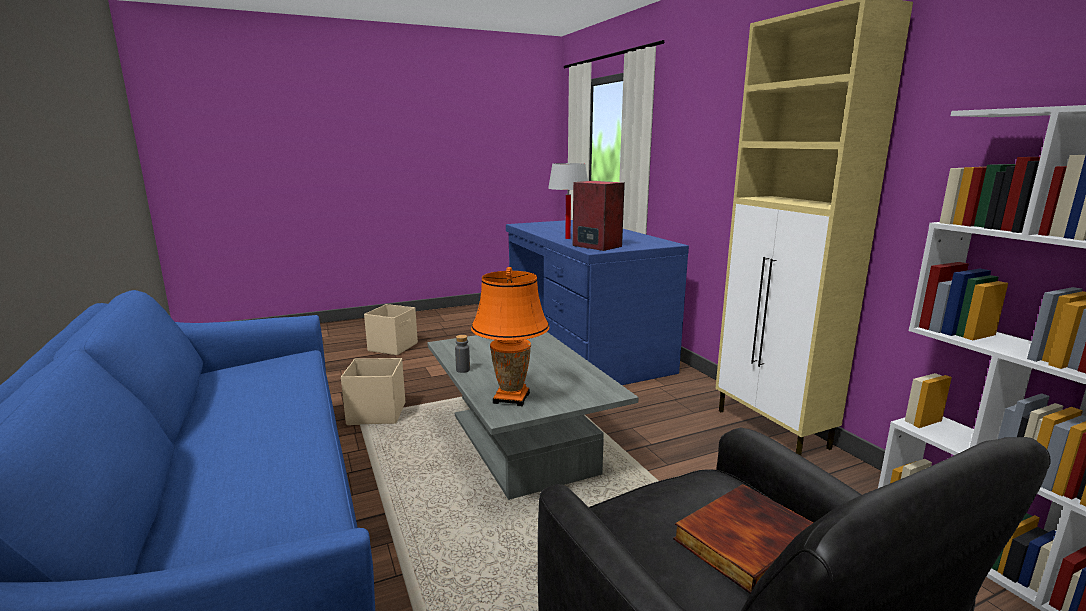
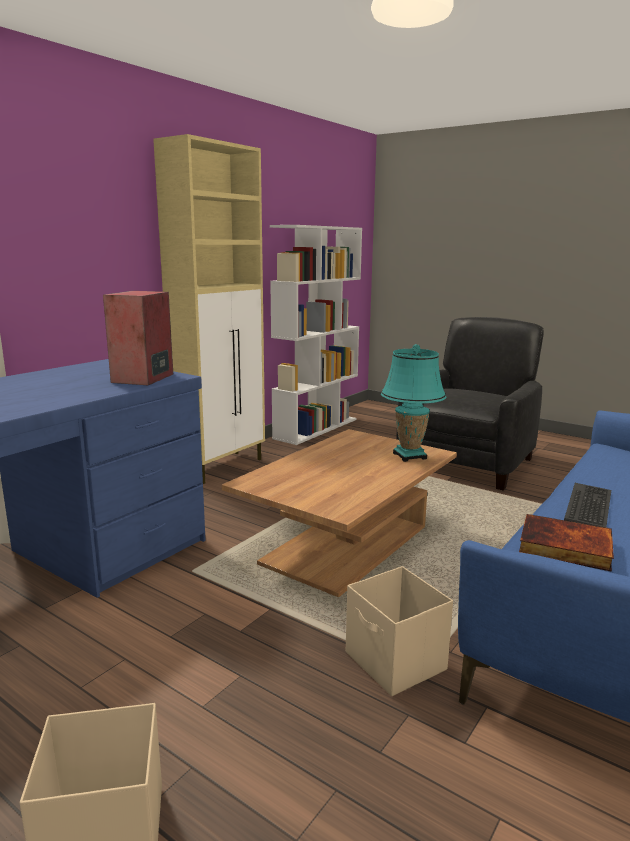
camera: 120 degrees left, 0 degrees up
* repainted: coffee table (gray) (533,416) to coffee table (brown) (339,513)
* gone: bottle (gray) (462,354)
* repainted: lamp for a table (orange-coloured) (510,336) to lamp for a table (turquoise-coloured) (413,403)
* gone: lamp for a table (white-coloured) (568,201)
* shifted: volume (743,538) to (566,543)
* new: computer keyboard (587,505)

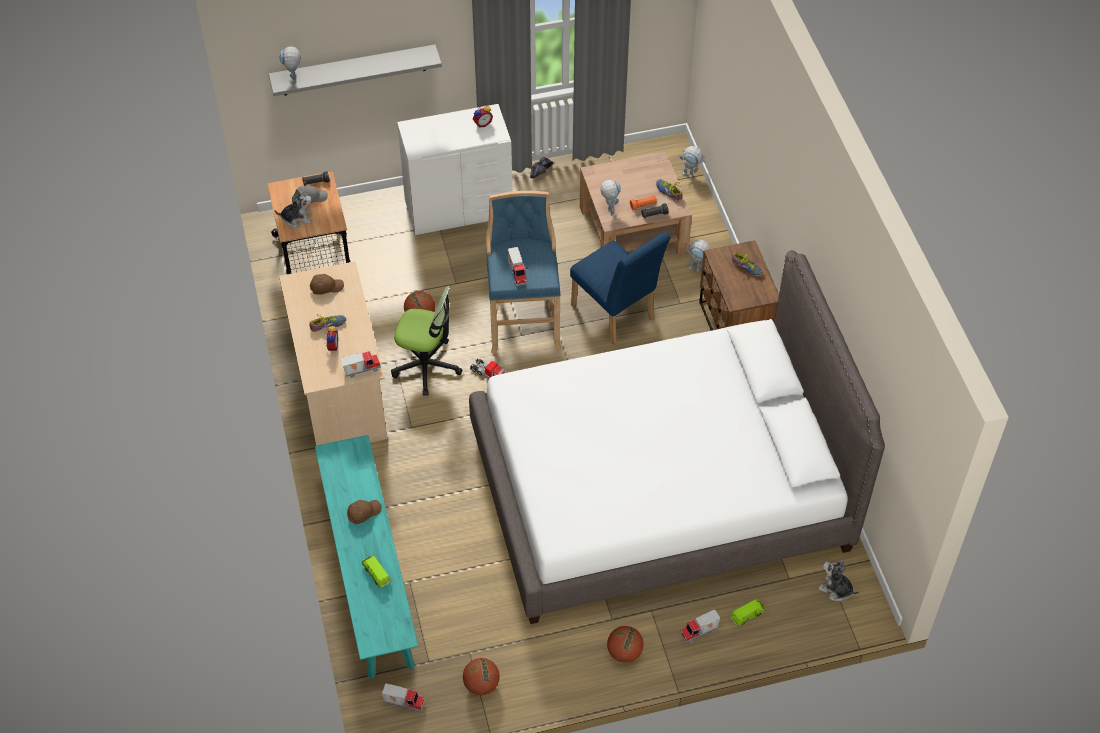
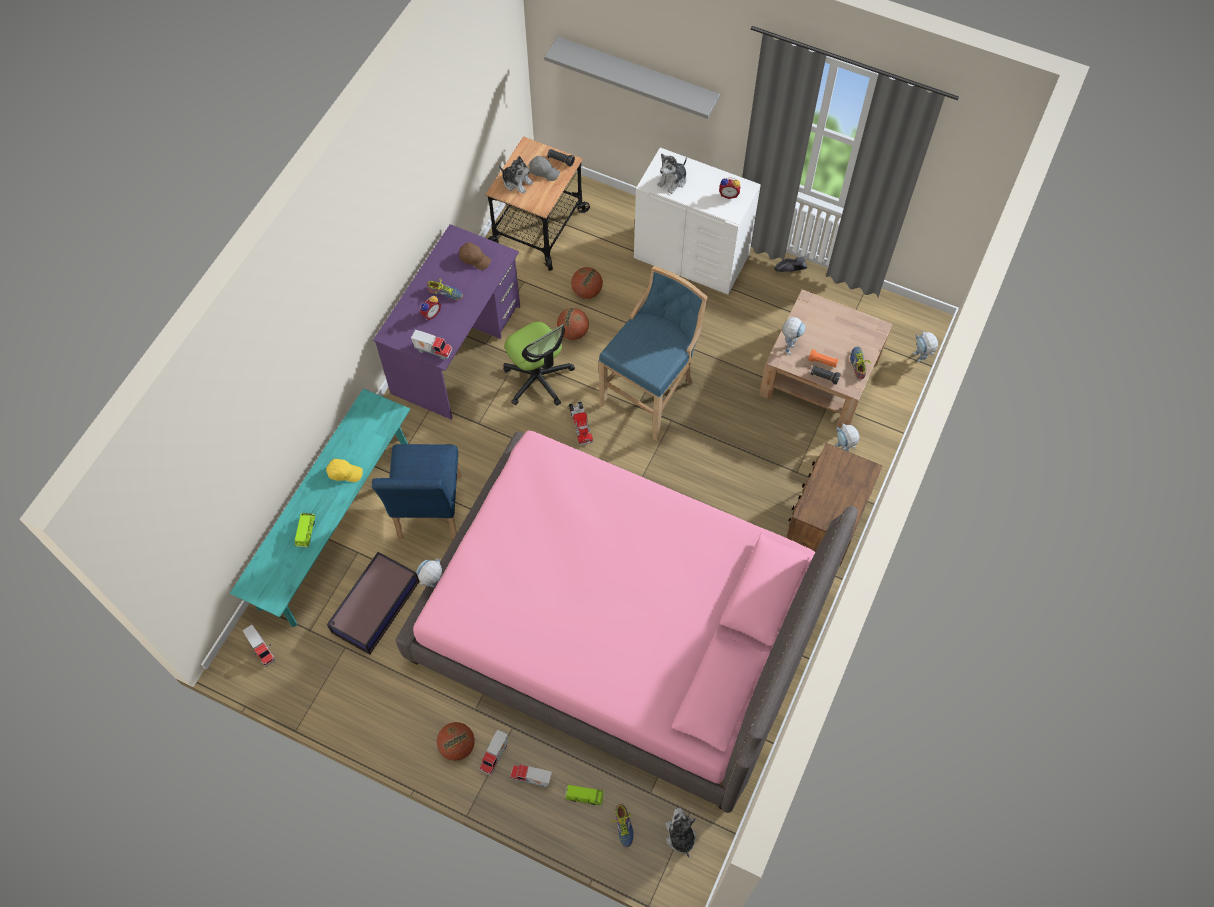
camera: 40 degrees right, 10 degrees up
* shifted: toy robot (290,64) to (429,573)
* repainted: desk unit (beige) (333,353) to desk unit (purple-coloured) (446,322)
* repainted: baseball cap (brown) (364,512) to baseball cap (yellowish) (344,470)
* shifted: ball for basketball (481,676) to (587,283)
* repainted: bedroom bed (white-coloured) (677,437) to bedroom bed (pink-coloured) (627,621)
* shifted: toy truck (518,266) to (494,752)
* shifted: chair (bluish) (620,288) to (417,491)
* shifted: item of footwear (747,264) to (622,826)
* new: storage box (373,603)
* new: plush toy (672,173)

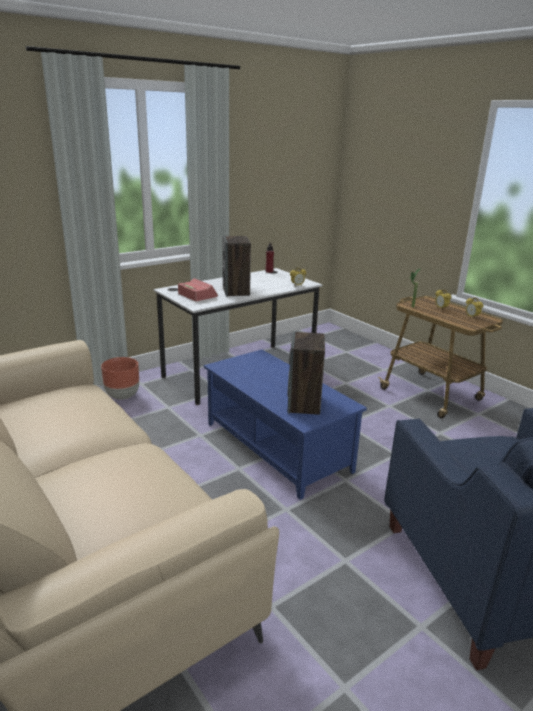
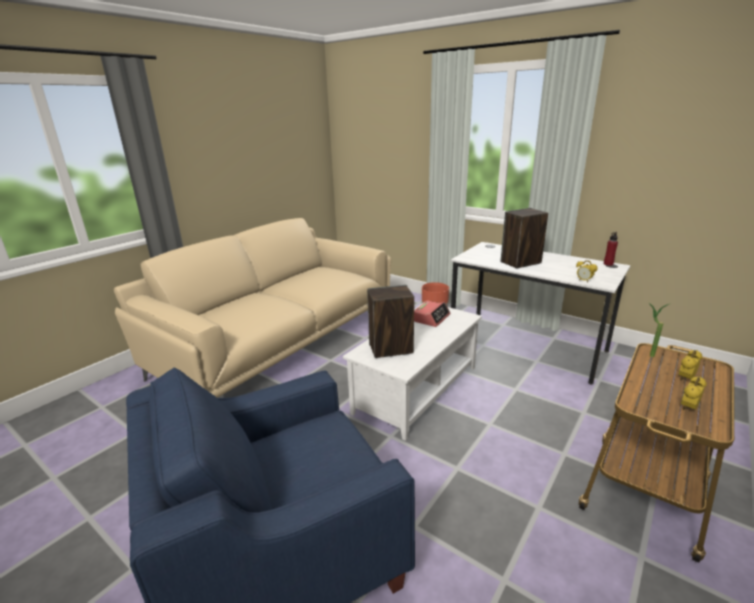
camera: 75 degrees right, 0 degrees up
* shifted: alarm clock (198,290) to (432,313)
* repainted: coffee table (bluish) (285,424) to coffee table (white-coloured) (412,371)

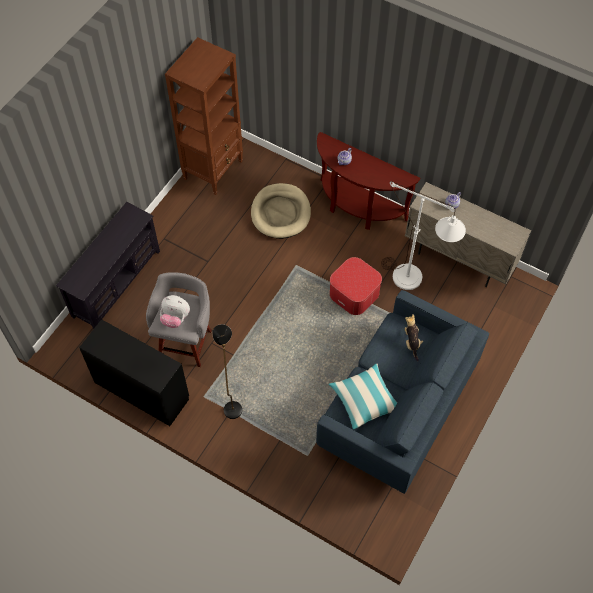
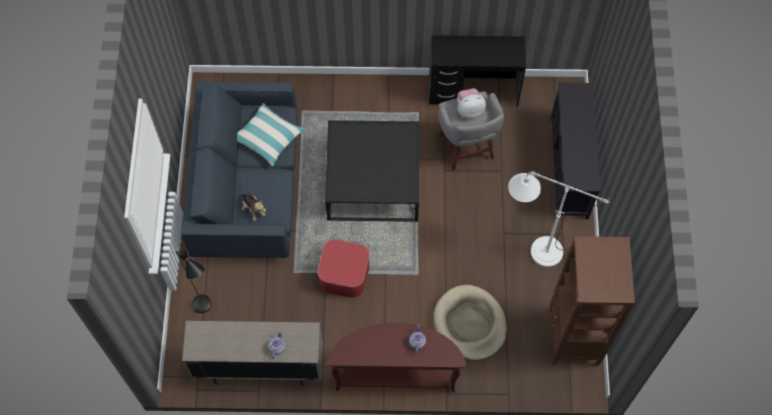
camera: 150 degrees right, 5 degrees up
* shifted: standing lamp (black) (227,371) to (194,281)
* shifted: standing lamp (white-coloured) (423,235) to (559,219)
* new: coffee table (black) (372,171)

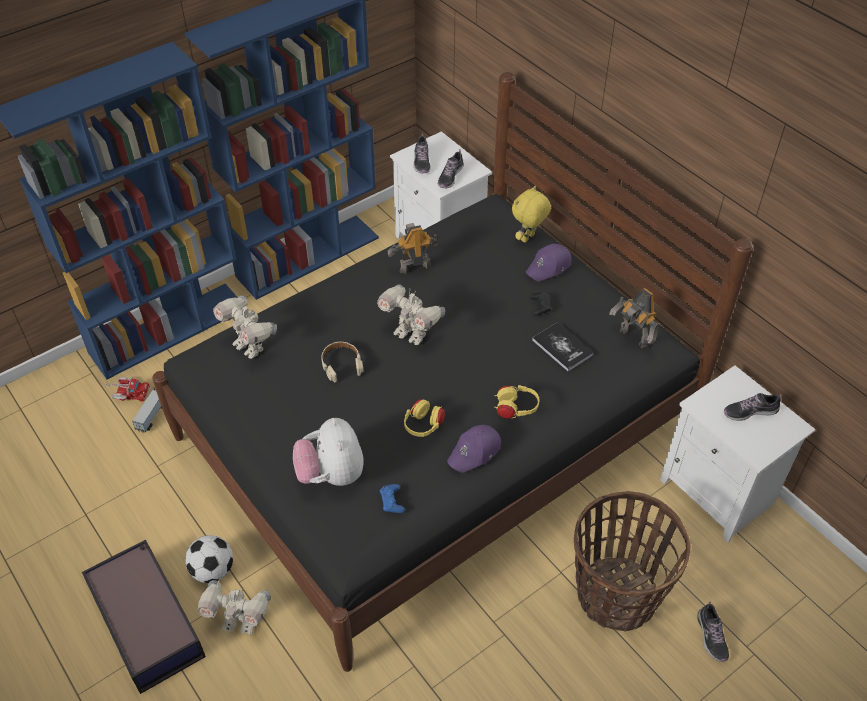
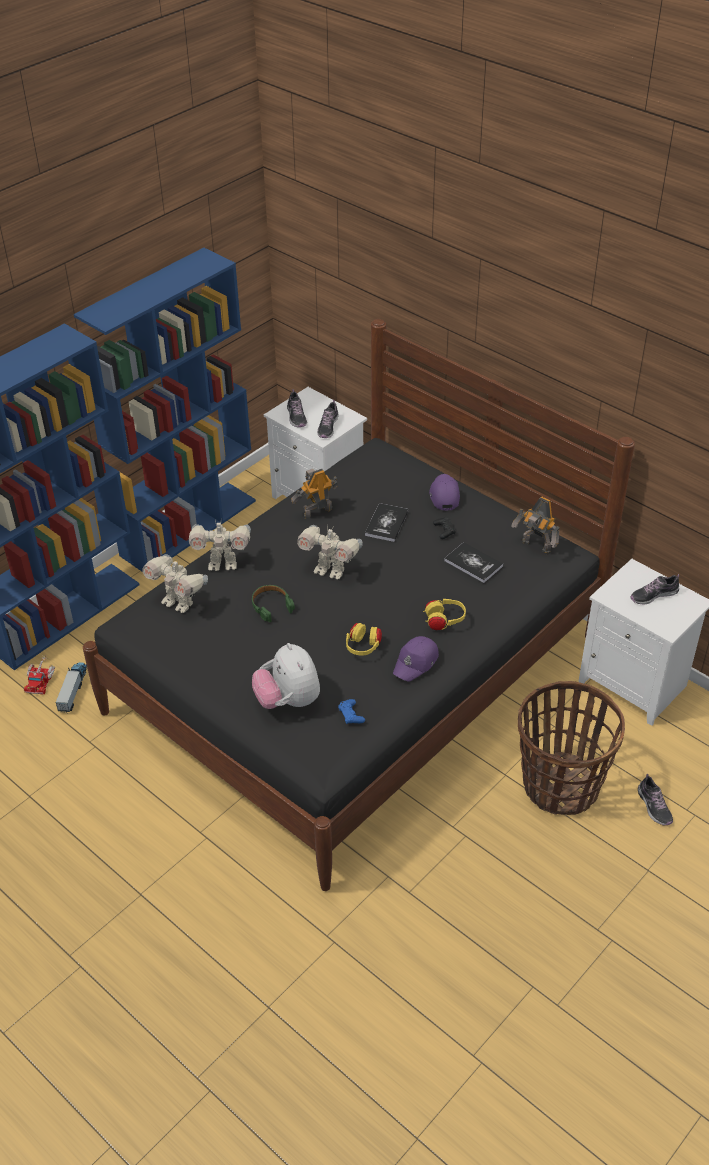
camera: 10 degrees left, 5 degrees down
* gone: storage box (144,617)
* rotated: toy truck (127,389) = (39,674) 105 degrees clockwise
* gone: football ball (209,559)
* shifted: toy robot (234,607) to (220,545)
* repainted: headphones (beige) (342,362) to headphones (green) (273,603)
* gone: plush toy (yellowish) (531,214)
* rotated: baseball cap (purple-coloured) (548,263) = (444,492) 135 degrees clockwise
* new: volume (387,522)

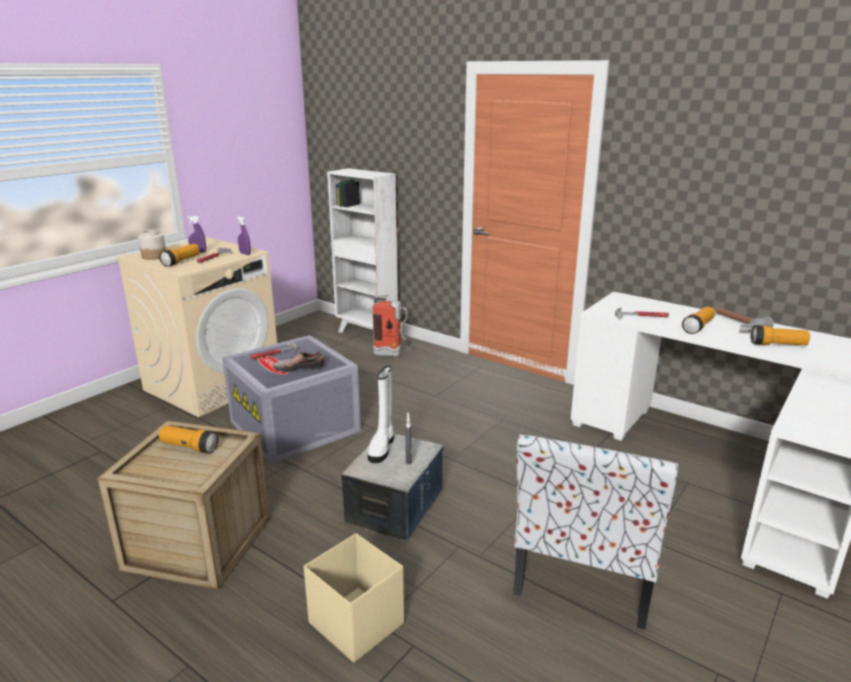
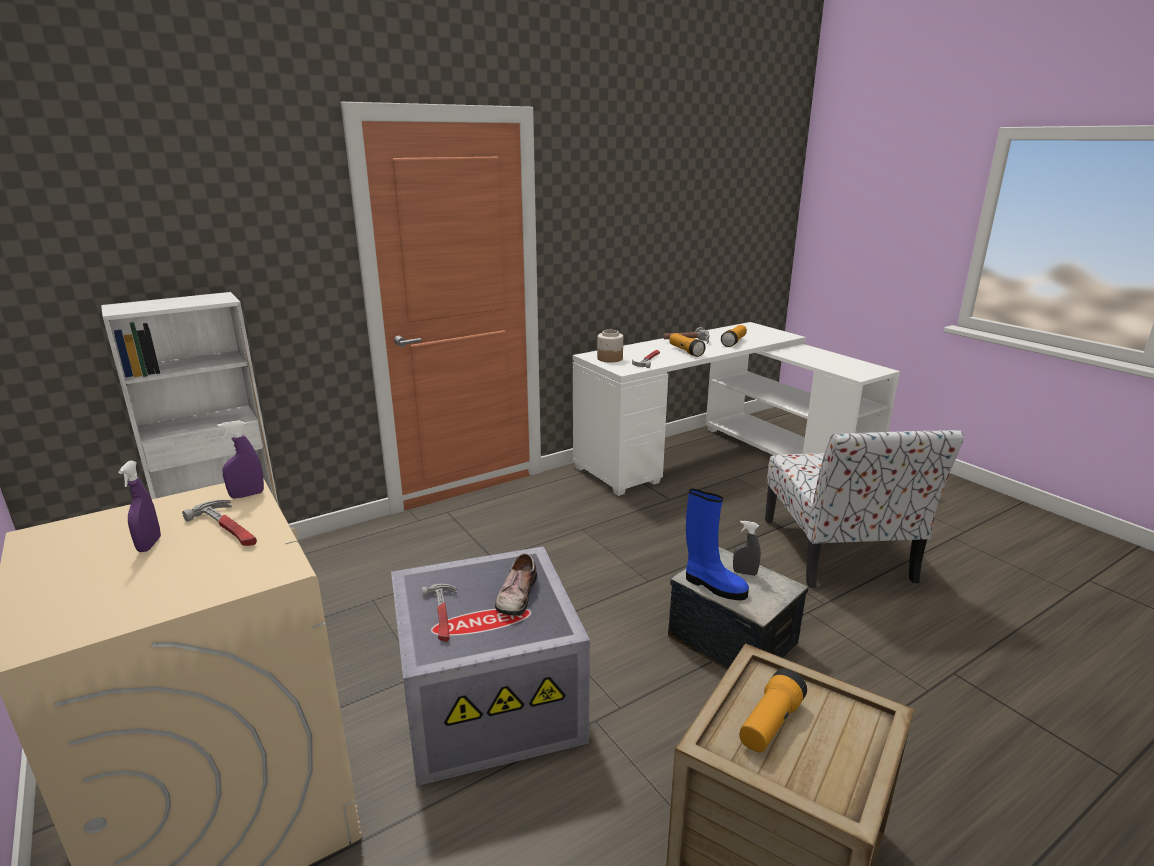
camera: 70 degrees left, 0 degrees up
* shifted: preserve jar (152,245) to (610,346)
* gone: torch (179,255)
* gone: storage box (beige) (353,598)
* repainted: high-top boot (white-coloured) (381,414) to high-top boot (bluish) (717,544)
* gone: extinguisher (392,326)
* rotated: chair (595,532) = (864,509) 45 degrees clockwise

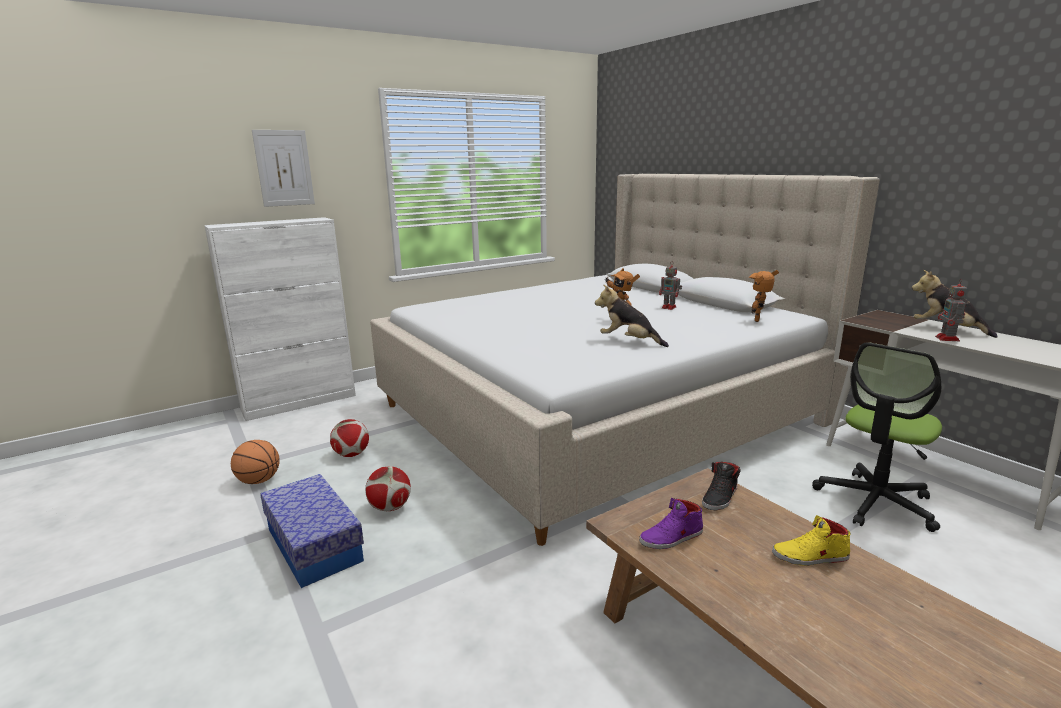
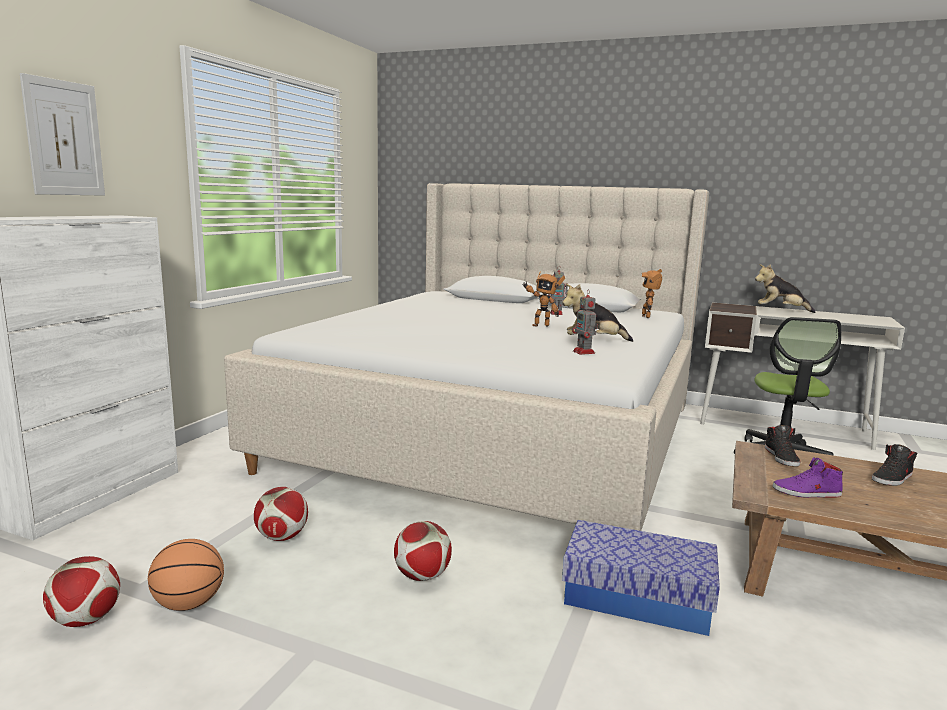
camera: 35 degrees left, 5 degrees down
* shifted: storage box (312,531) to (641,578)
* rotated: item of footwear (purple-coloured) (671,523) = (808,477) 60 degrees clockwise
* repainted: item of footwear (yellowish) (811,540) to item of footwear (black) (894,465)
* shifted: toy robot (951,310) to (585,322)
* new: football ball (81,591)

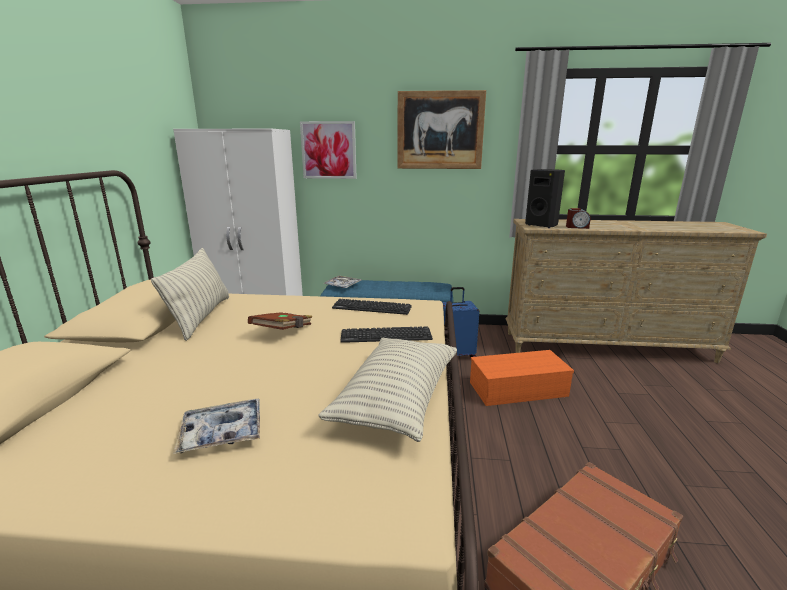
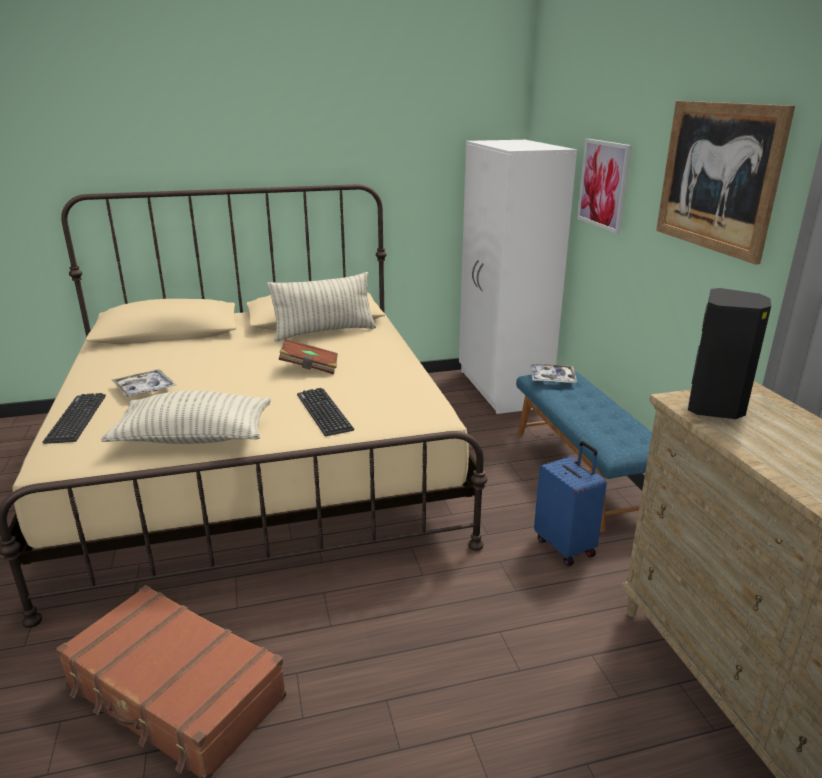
camera: 70 degrees right, 5 degrees up
* shifted: computer keyboard (372,307) to (74,418)
* gone: storage box (orange-coloured) (522,378)
* gone: alarm clock (578,218)

